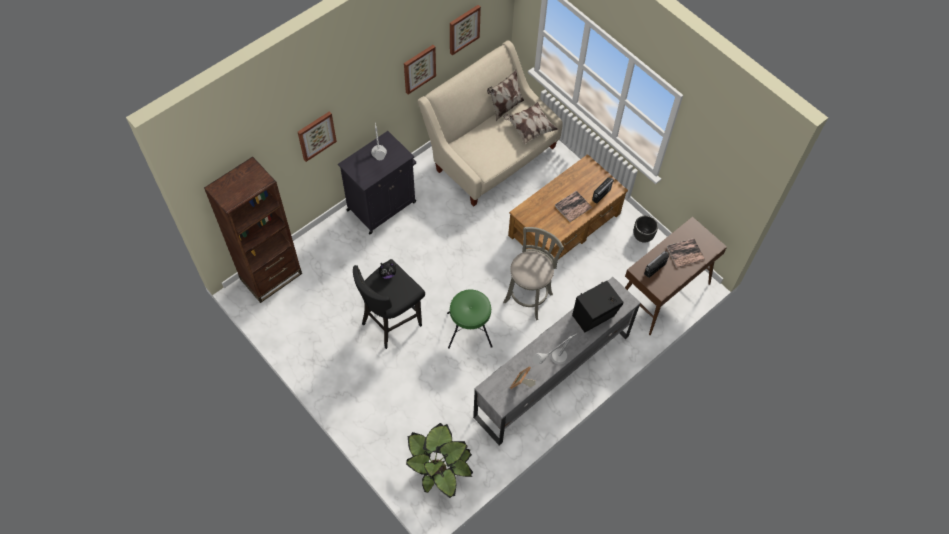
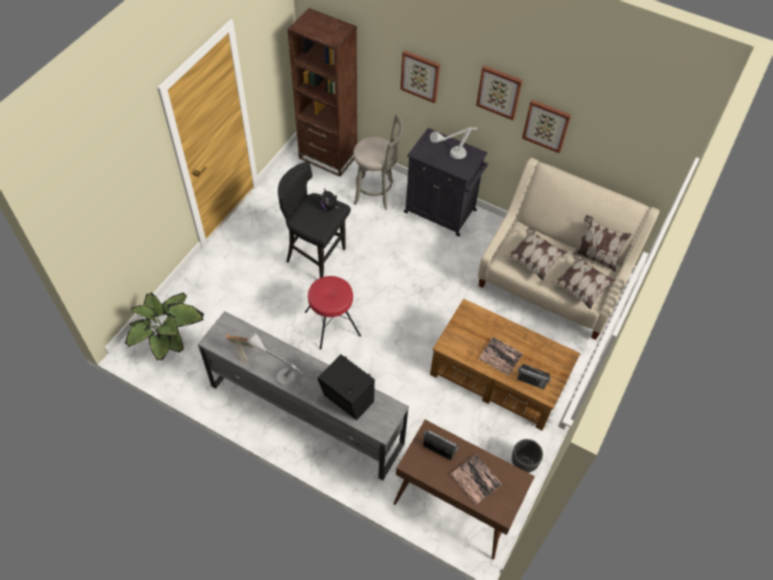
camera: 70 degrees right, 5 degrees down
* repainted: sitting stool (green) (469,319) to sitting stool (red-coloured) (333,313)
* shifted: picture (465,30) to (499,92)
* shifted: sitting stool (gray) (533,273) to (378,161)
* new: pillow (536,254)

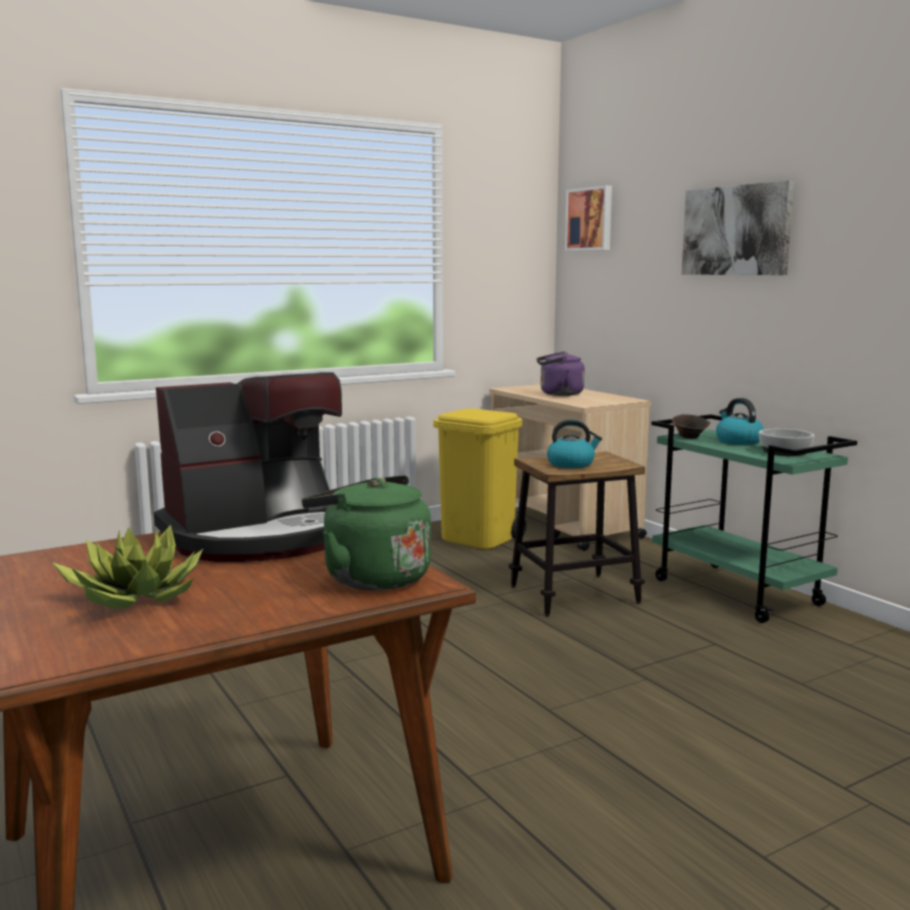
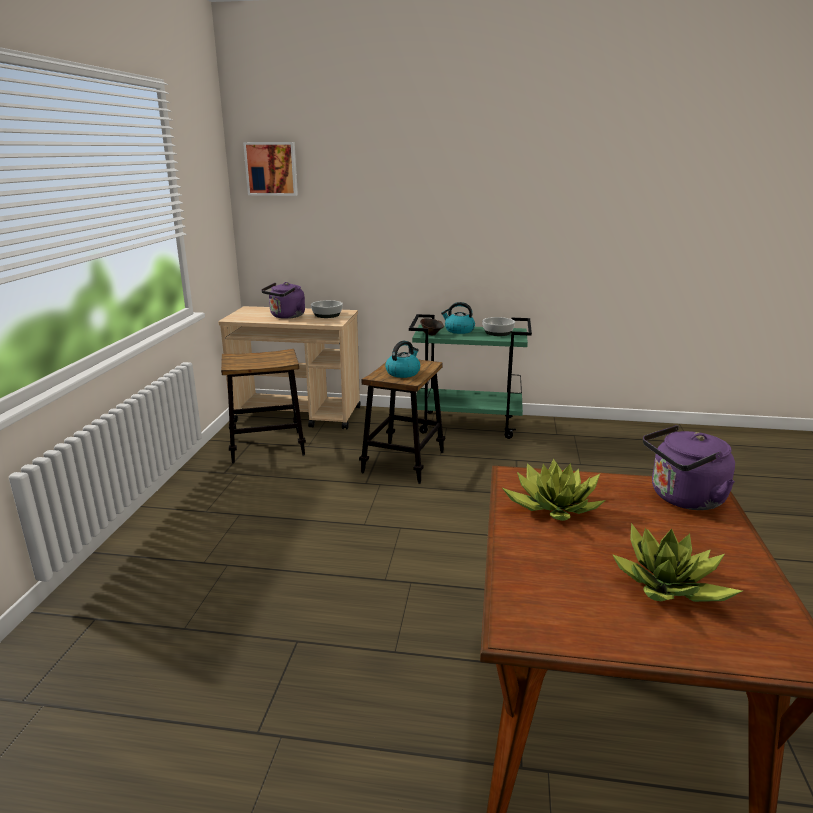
camera: 50 degrees left, 10 degrees up
* swapped: coffee brewer (248,467) to potted plant (553,489)
* repainted: tea kettle (green) (366,532) to tea kettle (purple-coloured) (689,467)
* swapped: rubbish bin (yellowish) (479,479) to sitting stool (263,406)
* gone: picture (738,227)
* new: bowl (327,309)

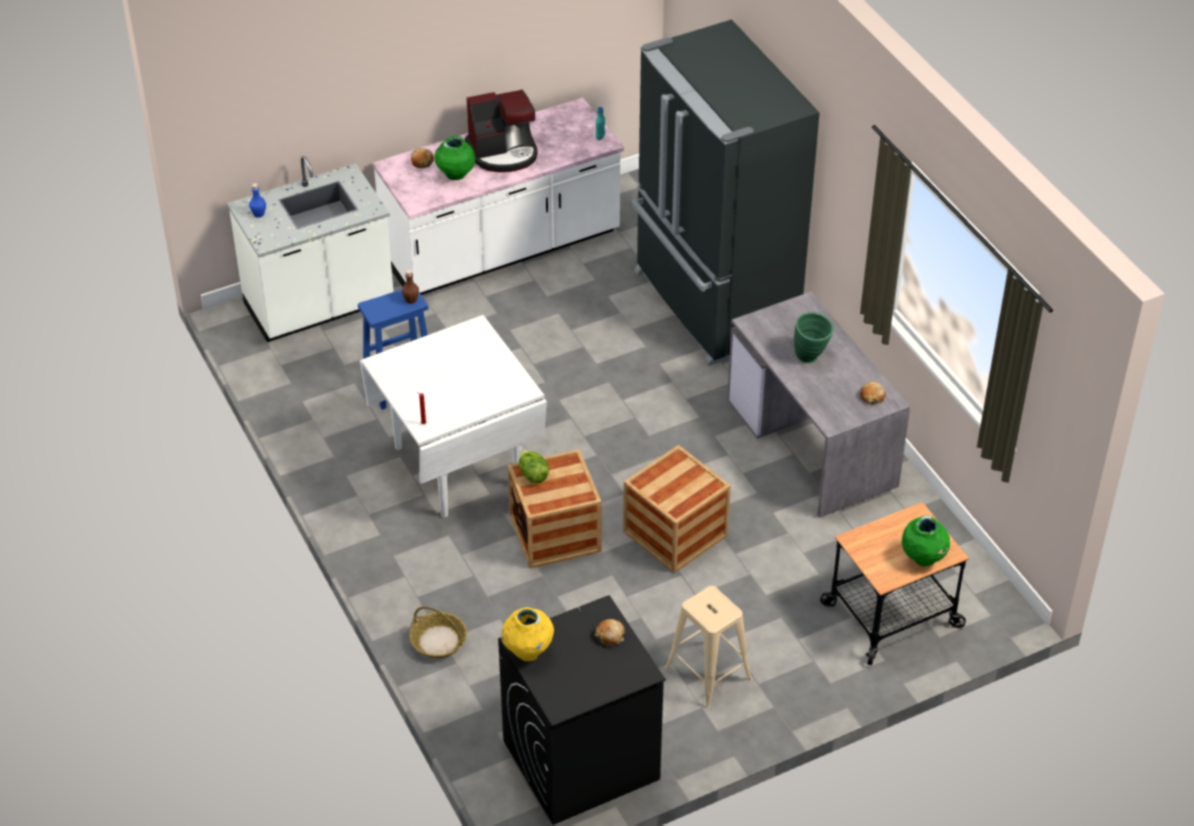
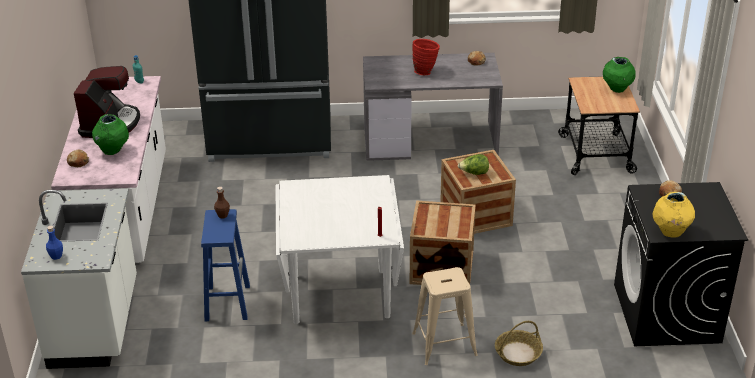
camera: 65 degrees left, 10 degrees down
* shifted: lettuce (534,467) to (473,164)
* shifted: sitting stool (beige) (708,647) to (445,316)
* repainted: decorative vase (green) (814,337) to decorative vase (red-coloured) (426,57)

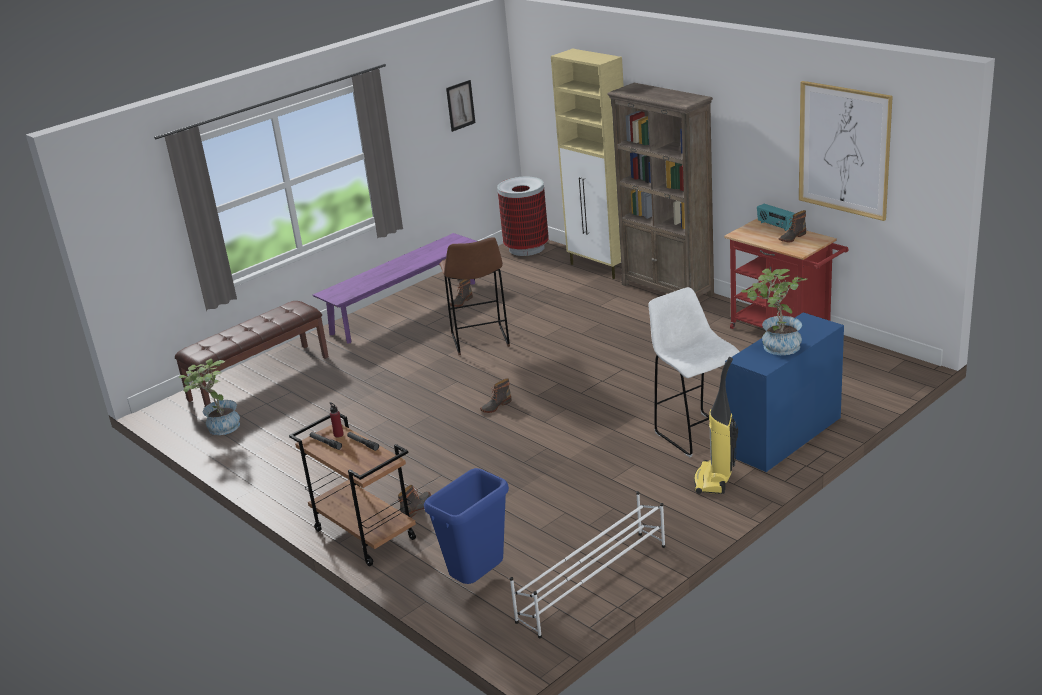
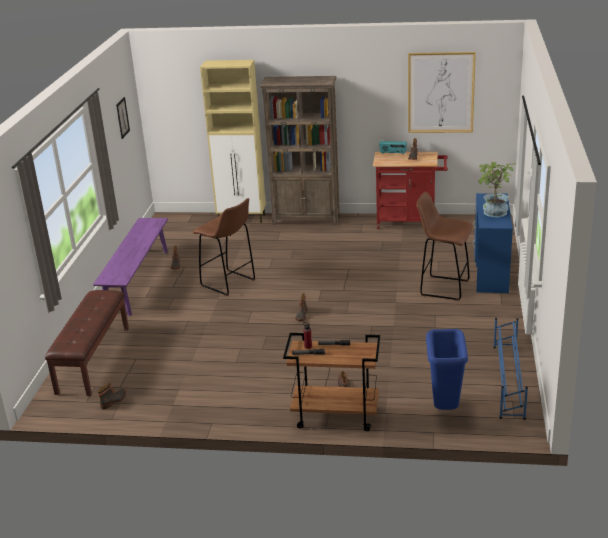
camera: 40 degrees left, 0 degrees up
* swapped: potted plant (209,397) to high-top boot (112,396)
* gone: rubbish bin (523,216)
* repainted: shoe shelf (white-coloured) (587,565) to shoe shelf (bluish) (510,369)
* repainted: sitting stool (white-coloured) (694,372) to sitting stool (brown) (444,246)
* gone: vacuum cleaner (716,425)

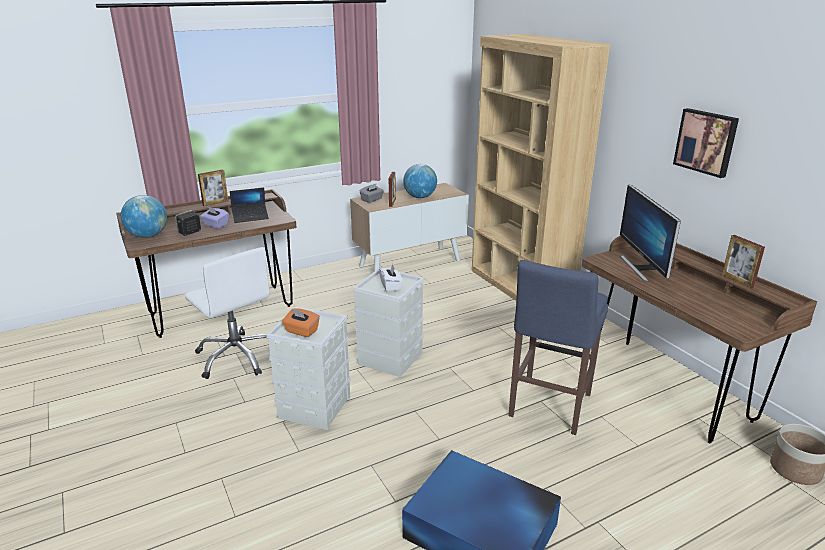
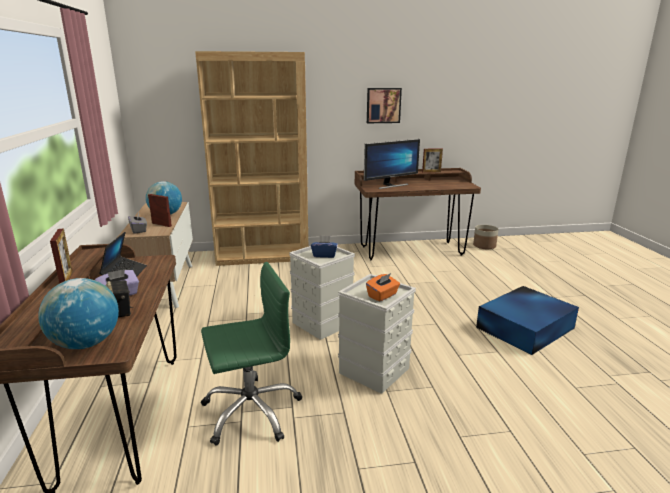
camera: 70 degrees left, 5 degrees down
* repainted: office chair (white-coloured) (227,313) to office chair (green) (251,353)
* repainted: box of tissues (white-coloured) (391,278) to box of tissues (bluish) (324,246)
* gone: sitting stool (bluish) (558,347)
* rotated: monitor (650,232) = (392,164) 45 degrees counterclockwise

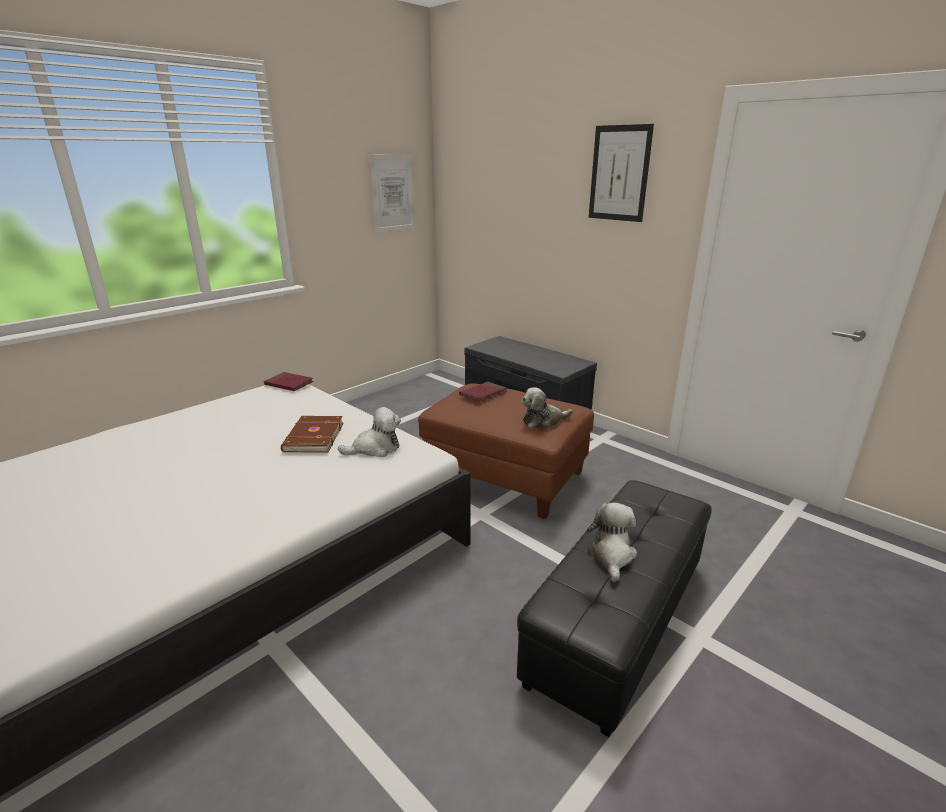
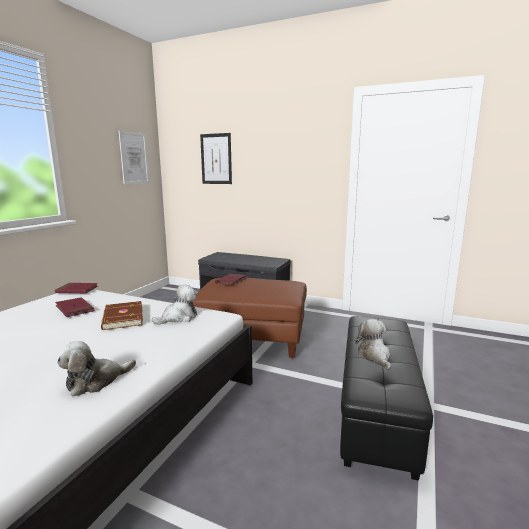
camera: 20 degrees left, 10 degrees down
* shifted: plush toy (547,407) to (96,369)
* shifted: picture (621,173) to (216,158)
* new: volume (red-coloured) (74,307)

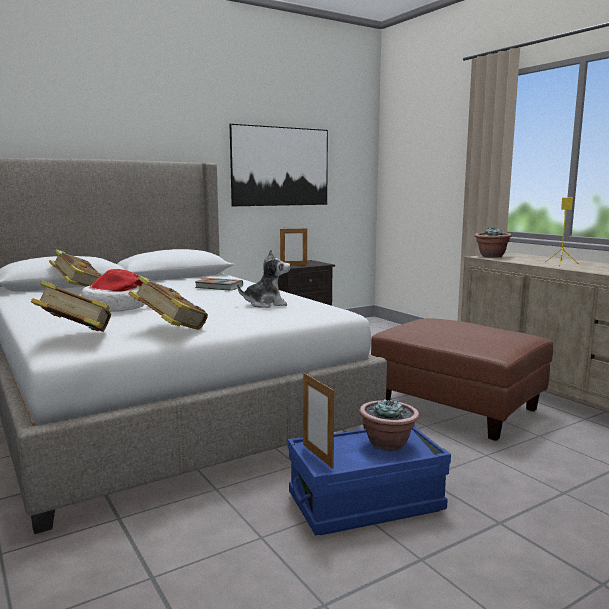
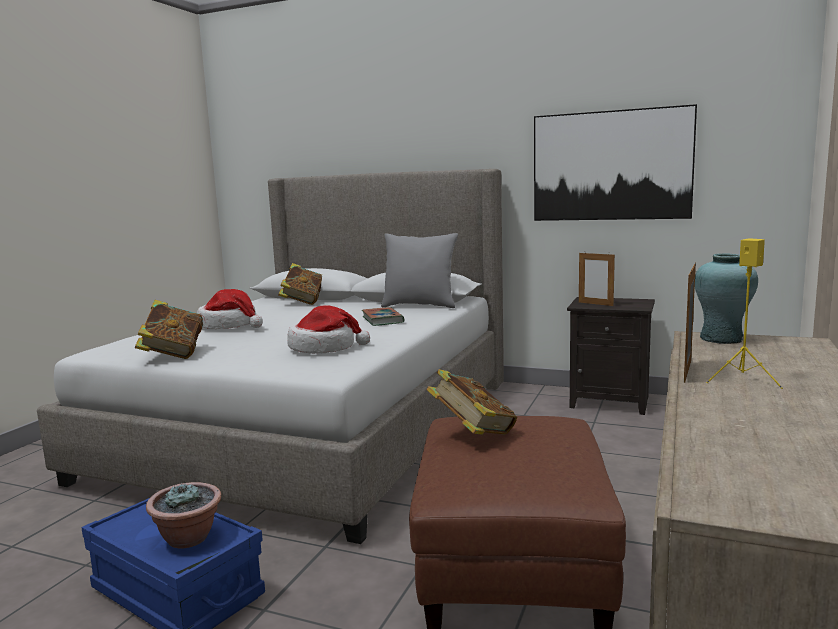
camera: 55 degrees right, 0 degrees up
* shifted: volume (71,306) to (471,402)
* swapped: plush toy (263,278) to wearable hat (328,329)
* shifted: picture frame (318,421) to (690,322)
* swapped: potted plant (493,242) to decorative vase (turquoise-coloured) (726,298)
* new: pillow (gray) (419,270)

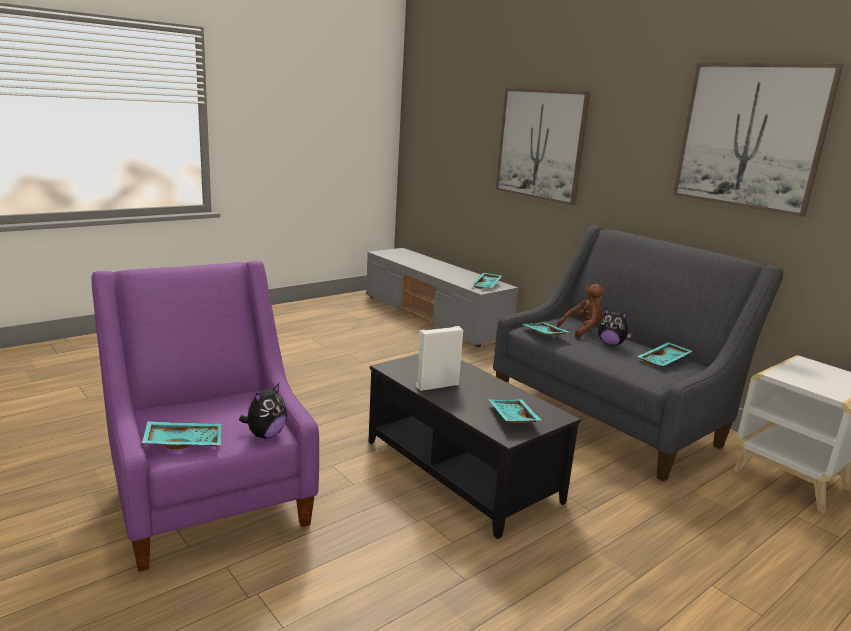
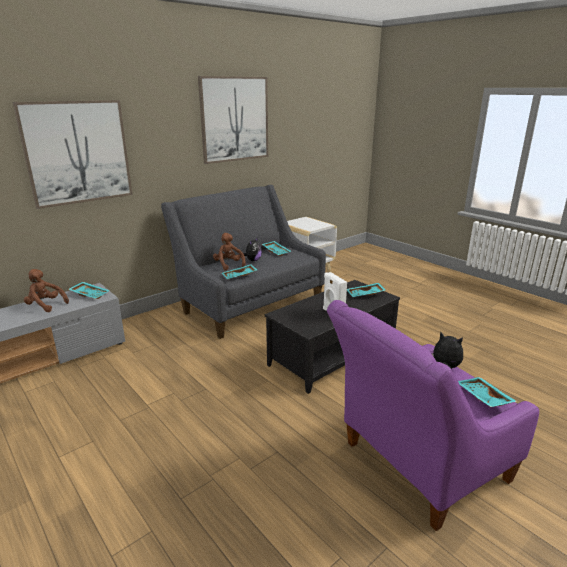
camera: 90 degrees left, 5 degrees up
* new: plush toy (brown) (46,290)

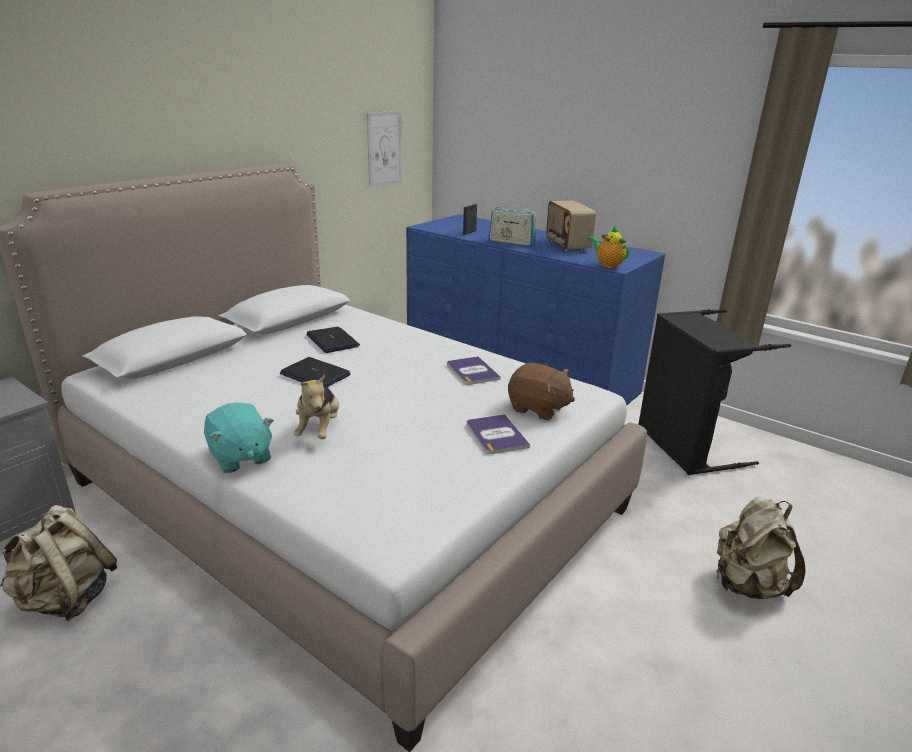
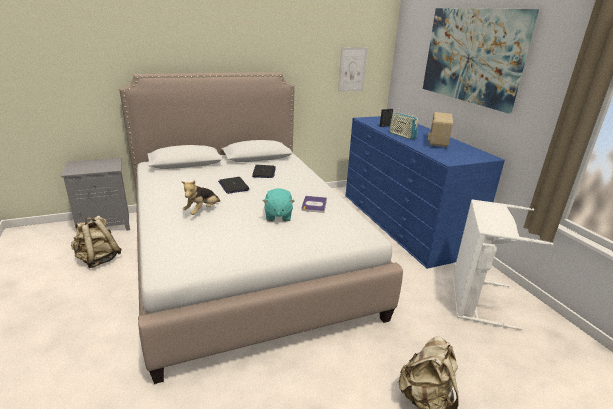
camera: 30 degrees right, 0 degrees up
* shifted: plush toy (turquoise-coloured) (239,438) to (278,204)
* gone: volume (498,434)
* gone: plush toy (brown) (541,391)
* gone: pot for tea (608,246)
* repainted: laundry basket (black) (714,392) to laundry basket (white-coloured) (503,264)
* new: picture (481,60)

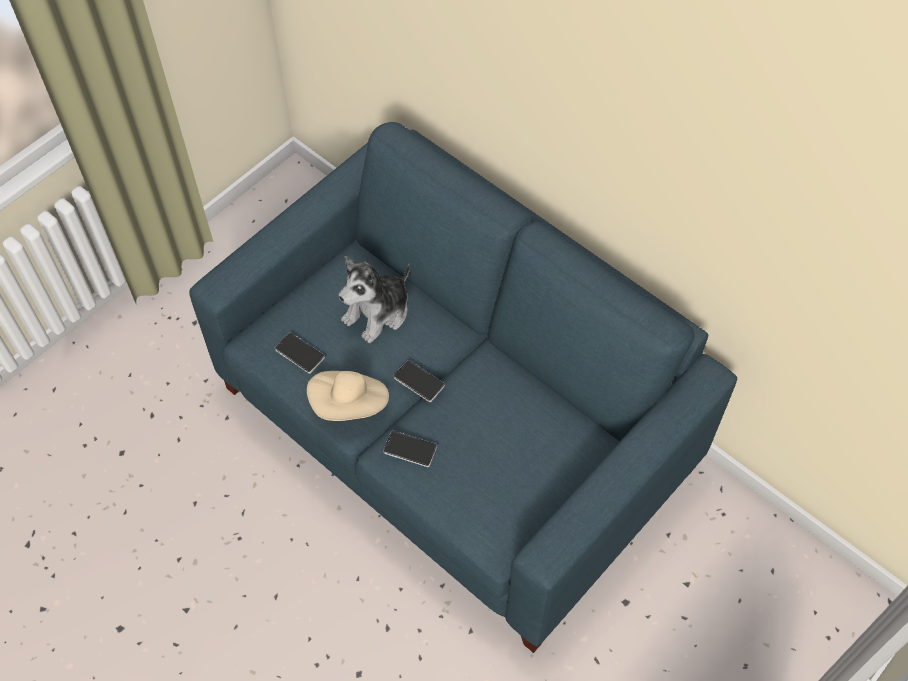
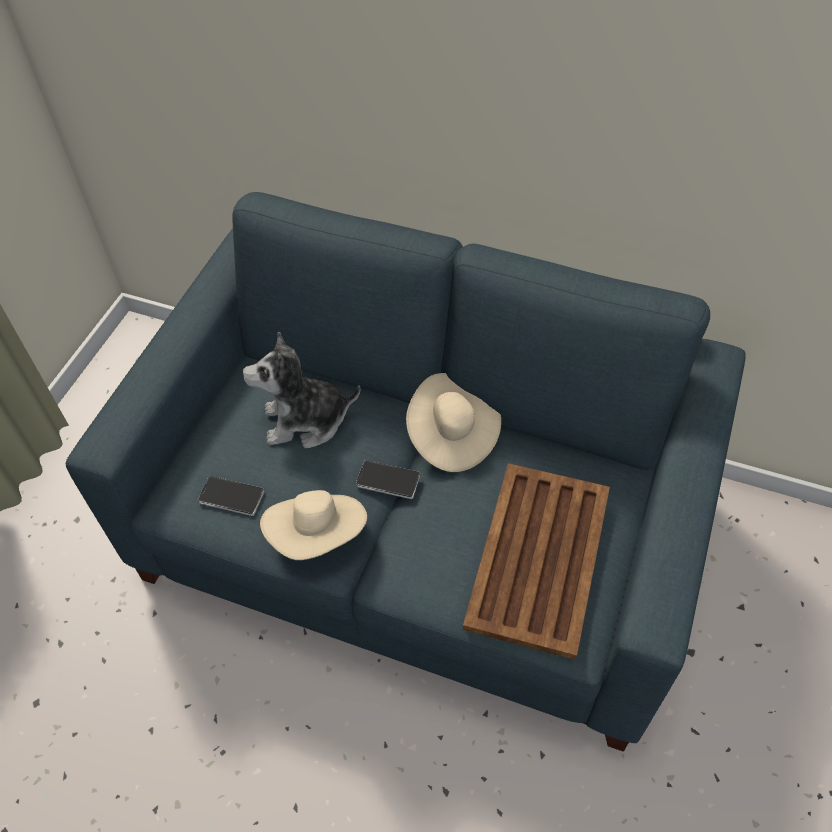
camera: 20 degrees left, 5 degrees down
* rotated: plush toy (374,299) = (301,390) 60 degrees clockwise
* gone: handset (410,449)
* new: wearable hat (beige) (453,422)
* new: serving tray (brown) (536,561)

